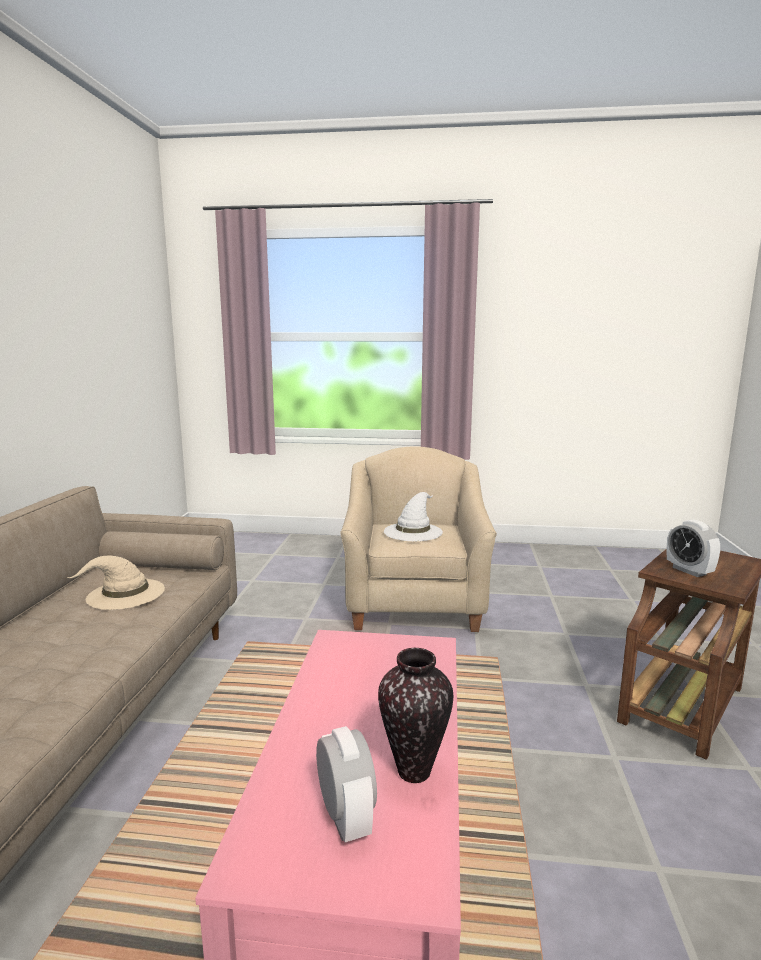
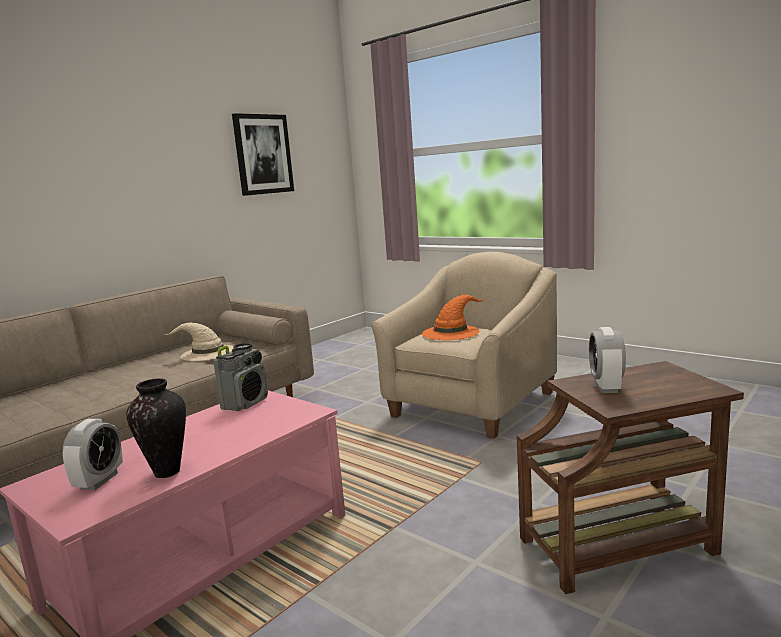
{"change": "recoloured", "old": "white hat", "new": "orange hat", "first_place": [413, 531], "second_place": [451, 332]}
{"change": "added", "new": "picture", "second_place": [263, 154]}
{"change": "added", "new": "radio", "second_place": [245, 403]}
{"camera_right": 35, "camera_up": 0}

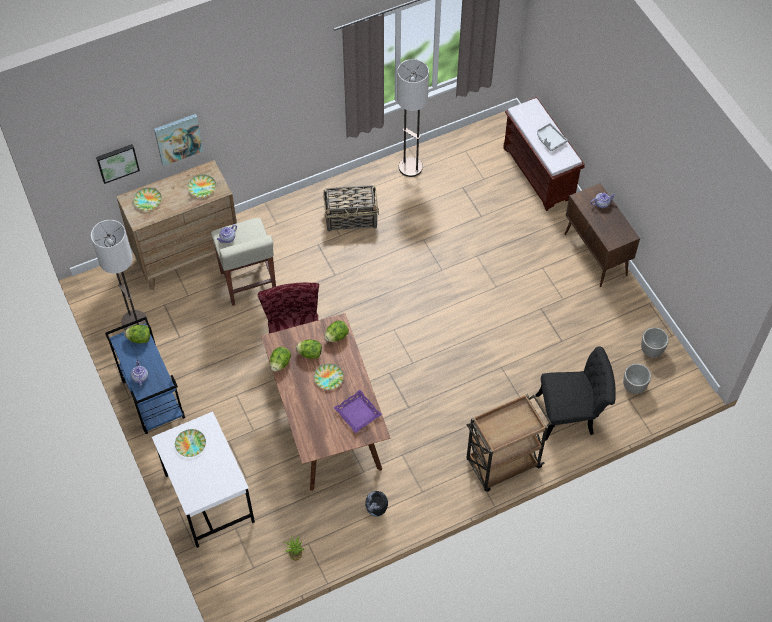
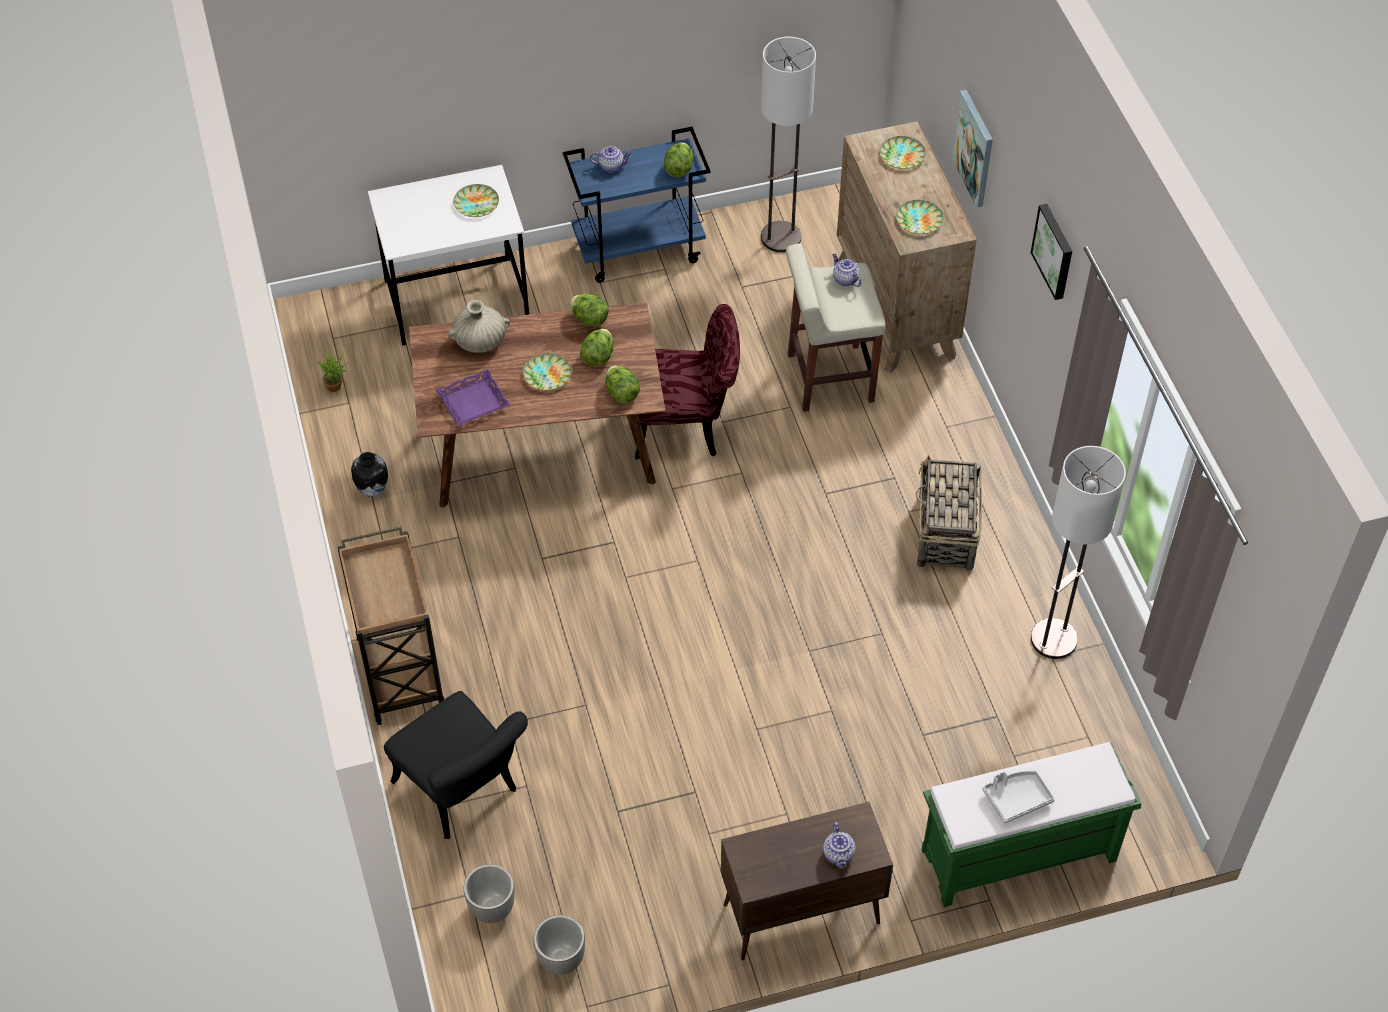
{"change": "recoloured", "old": "brown bench", "new": "green bench", "first_place": [539, 173], "second_place": [1017, 856]}
{"change": "moved", "old": "picture", "first_place": [117, 162], "second_place": [1055, 251]}
{"change": "turned", "old": "black chair", "first_place": [571, 414], "second_place": [463, 793], "degrees": -45}
{"change": "added", "new": "beige vase", "second_place": [480, 341]}
{"camera_right": 100, "camera_up": -5}

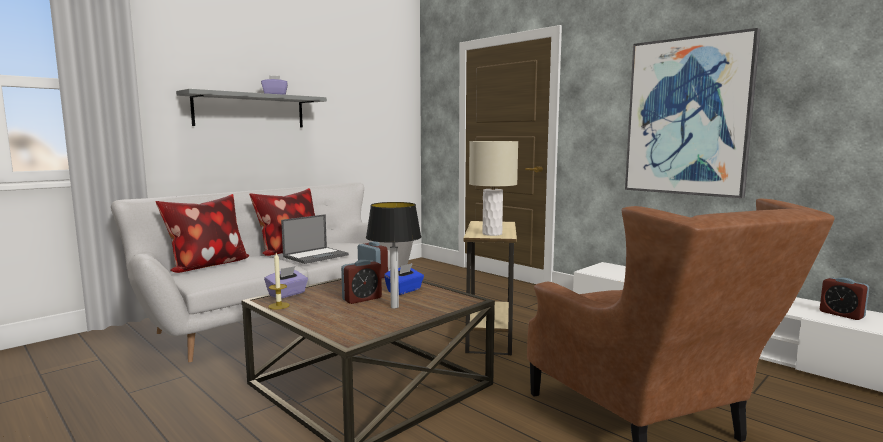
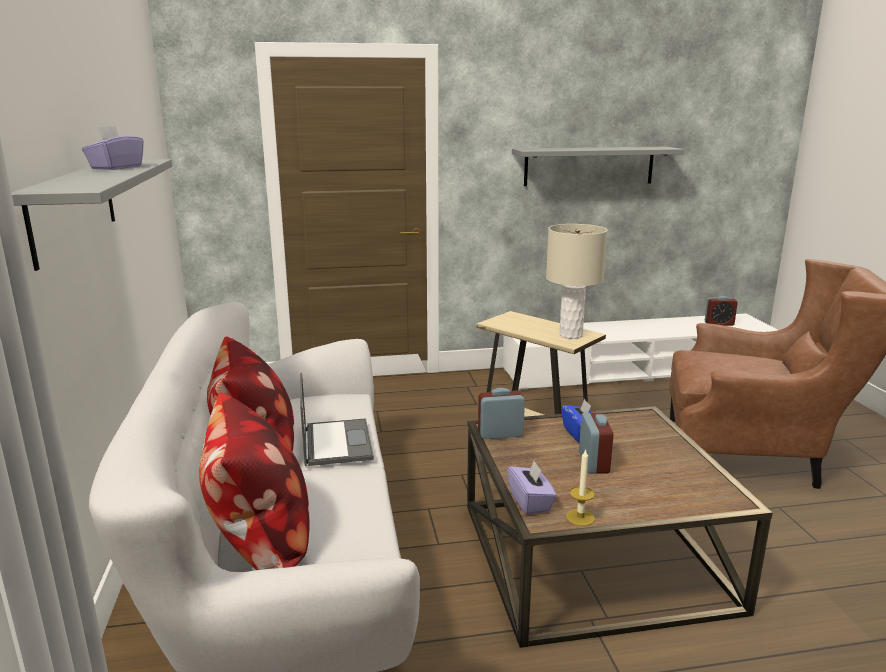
{"change": "replaced", "old": "picture", "new": "grey shelf", "first_place": [688, 117], "second_place": [589, 166]}
{"change": "removed", "old": "table lamp", "first_place": [395, 307]}
{"camera_right": -55, "camera_up": 10}

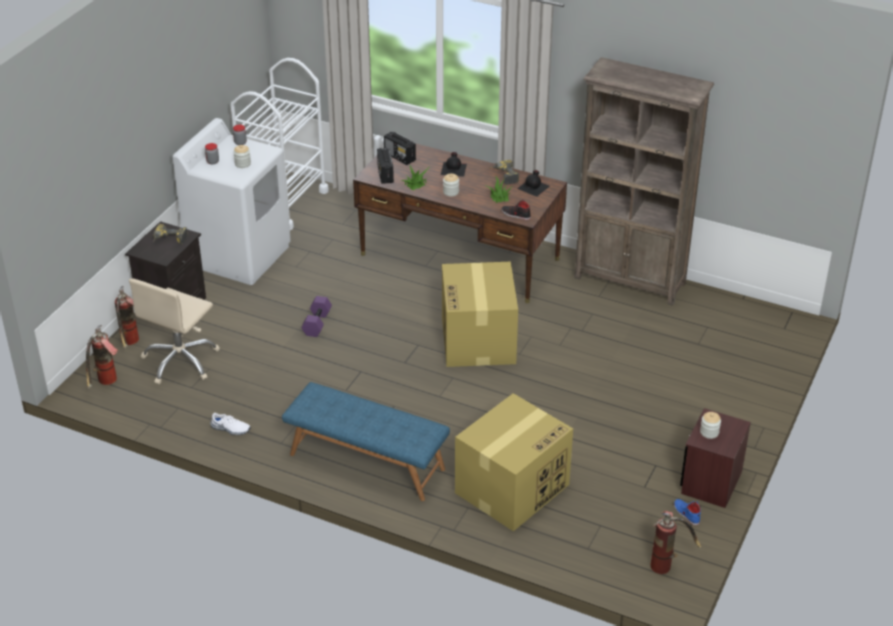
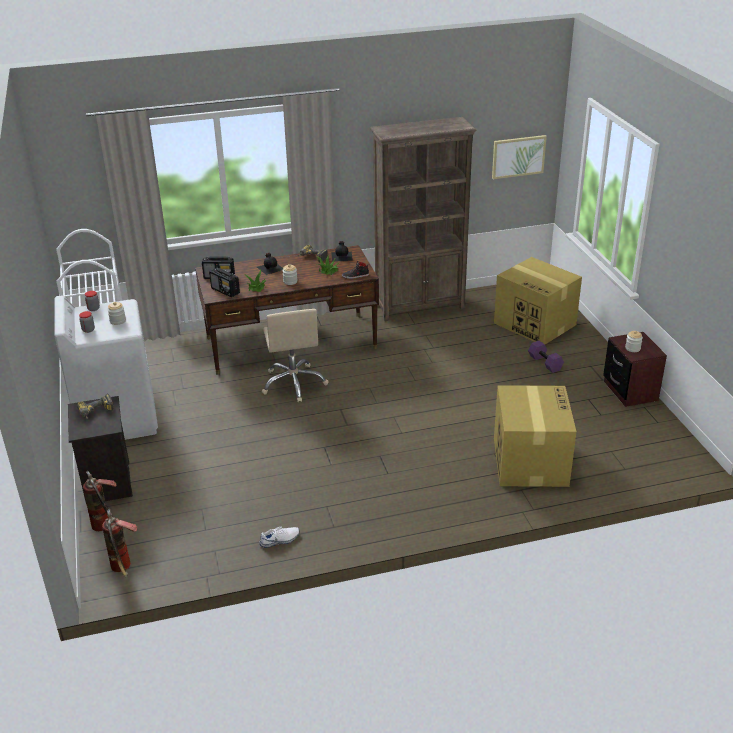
{"change": "moved", "old": "cardboard box", "first_place": [478, 341], "second_place": [535, 324]}
{"change": "moved", "old": "beige office chair", "first_place": [180, 361], "second_place": [294, 383]}
{"change": "moved", "old": "purple dumbbell", "first_place": [316, 323], "second_place": [544, 363]}
{"change": "removed", "old": "blue bench", "first_place": [366, 462]}
{"change": "removed", "old": "blue shoe", "first_place": [686, 514]}
{"change": "removed", "old": "fire extinguisher", "first_place": [667, 563]}
{"change": "added", "new": "picture", "second_place": [518, 156]}
{"camera_right": -40, "camera_up": -5}

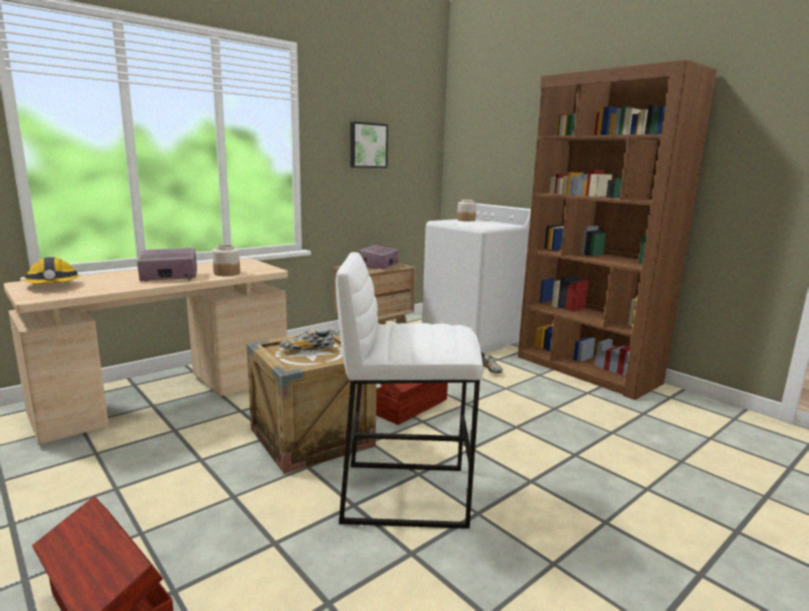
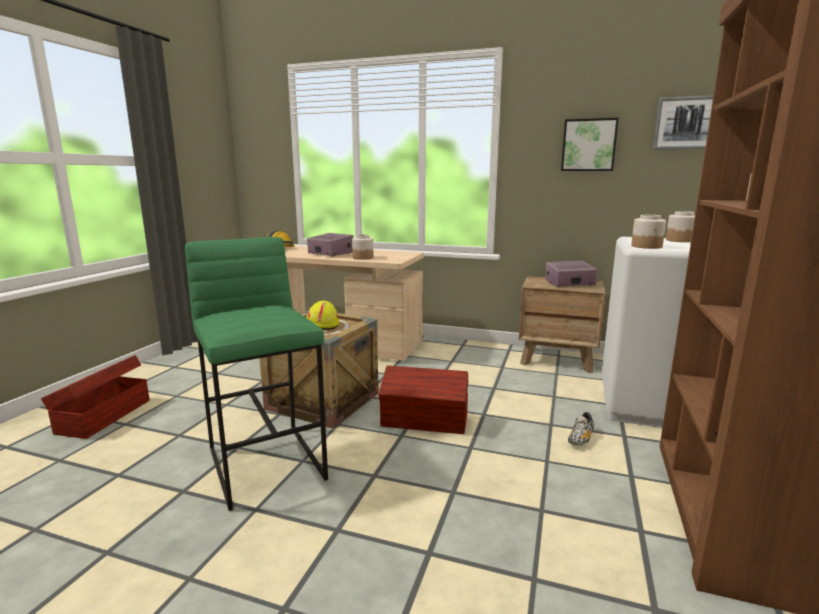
{"change": "recoloured", "old": "white stool", "new": "green stool", "first_place": [405, 493], "second_place": [267, 463]}
{"change": "replaced", "old": "shoe", "new": "yellow hard hat", "first_place": [307, 350], "second_place": [321, 324]}
{"change": "added", "new": "picture", "second_place": [687, 123]}
{"change": "added", "new": "jar", "second_place": [647, 246]}
{"camera_right": 60, "camera_up": 0}

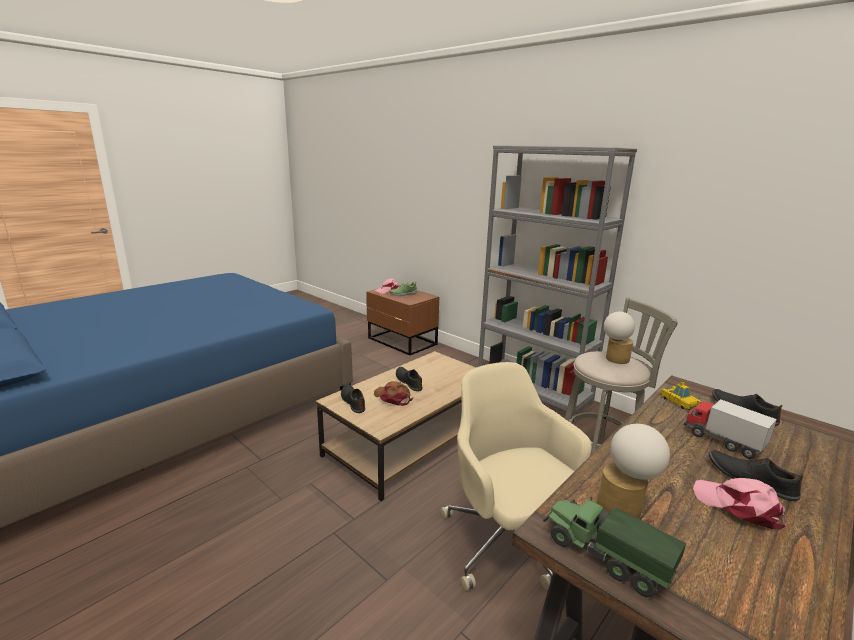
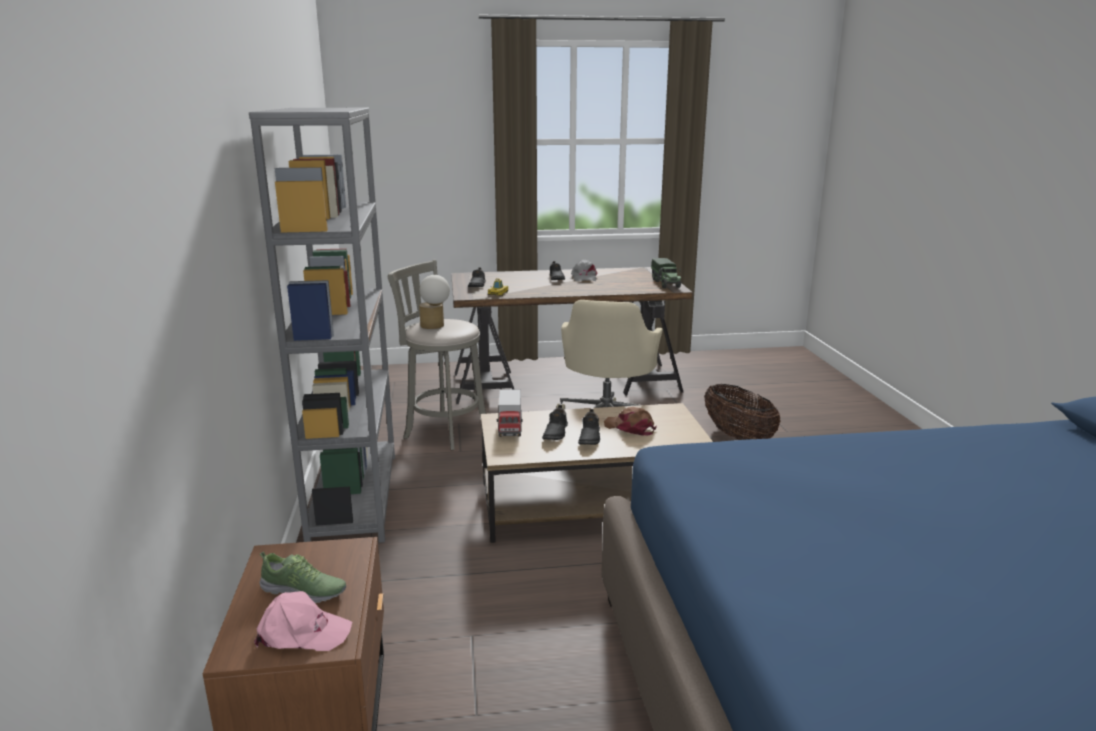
{"change": "turned", "old": "brown cap", "first_place": [392, 397], "second_place": [630, 428], "degrees": 135}
{"change": "moved", "old": "black shoe", "first_place": [353, 401], "second_place": [555, 433]}
{"change": "moved", "old": "toy truck", "first_place": [722, 441], "second_place": [510, 428]}
{"change": "removed", "old": "table lamp", "first_place": [625, 507]}
{"change": "recoloured", "old": "pink cap", "new": "grey cap", "first_place": [738, 506], "second_place": [584, 277]}
{"change": "added", "new": "basket", "second_place": [738, 437]}
{"camera_right": -140, "camera_up": 0}

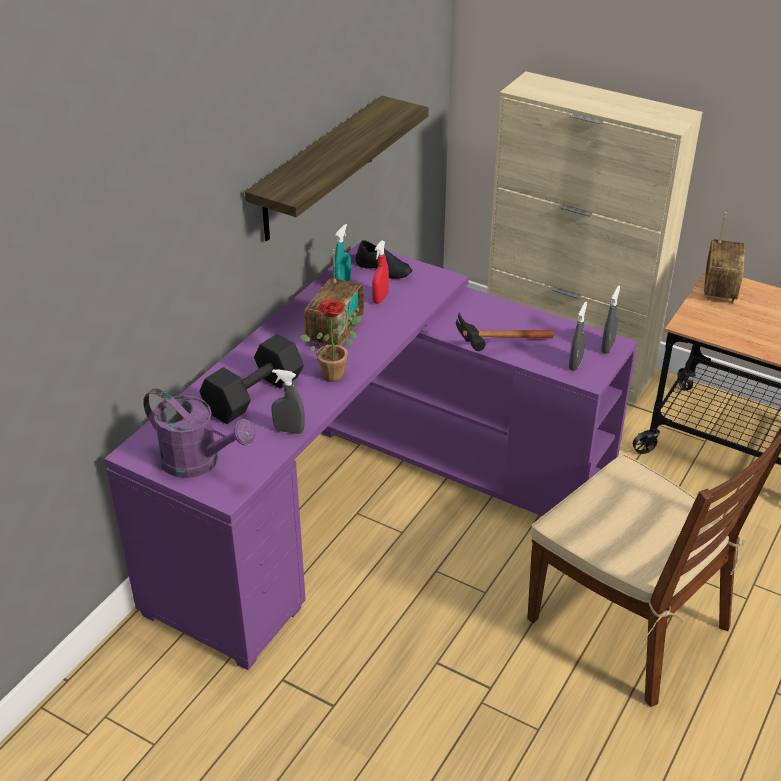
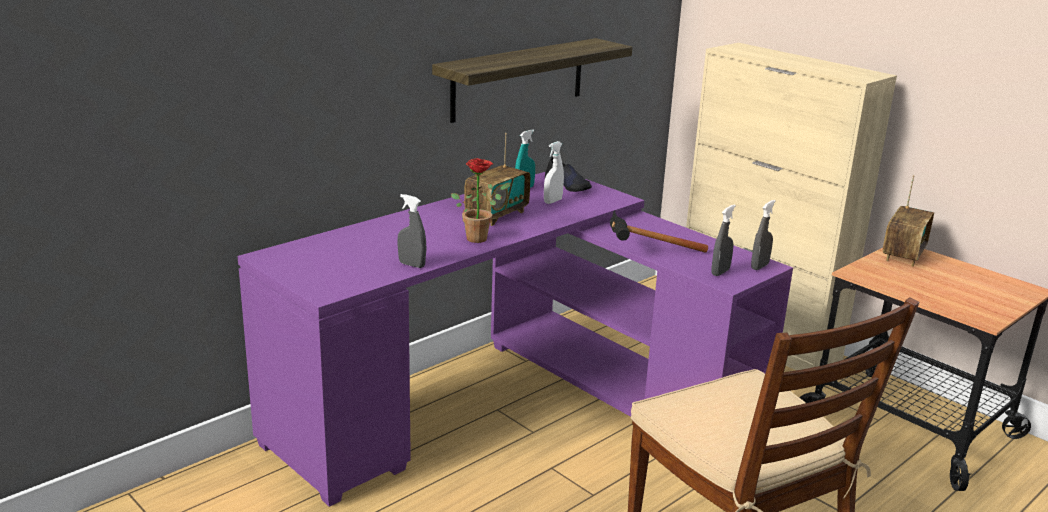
{"change": "recoloured", "old": "red spray bottle", "new": "white spray bottle", "first_place": [380, 298], "second_place": [553, 201]}
{"change": "removed", "old": "black dumbbell", "first_place": [253, 394]}
{"change": "removed", "old": "purple watering can", "first_place": [199, 462]}
{"camera_right": 15, "camera_up": -15}

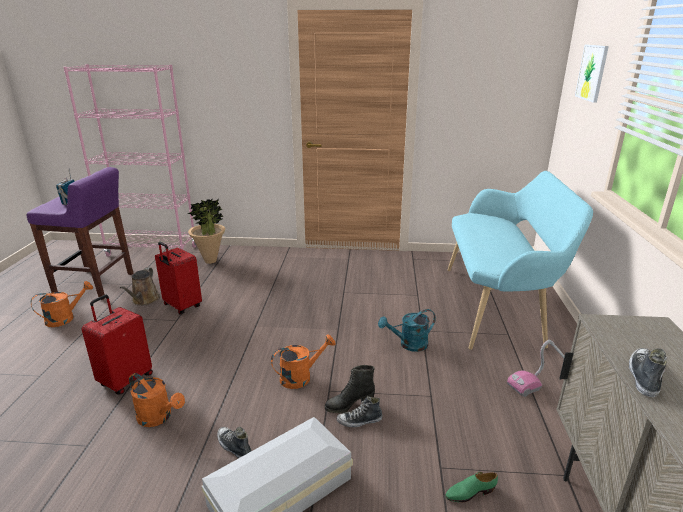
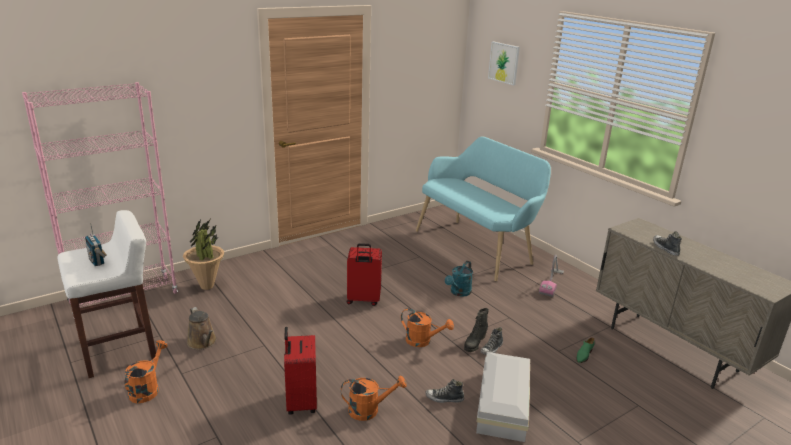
{"change": "recoloured", "old": "purple stool", "new": "white stool", "first_place": [96, 285], "second_place": [119, 350]}
{"change": "moved", "old": "red suitcase", "first_place": [181, 306], "second_place": [363, 300]}
{"change": "turned", "old": "orange watering can", "first_place": [301, 377], "second_place": [423, 341], "degrees": 90}
{"camera_right": -40, "camera_up": 0}

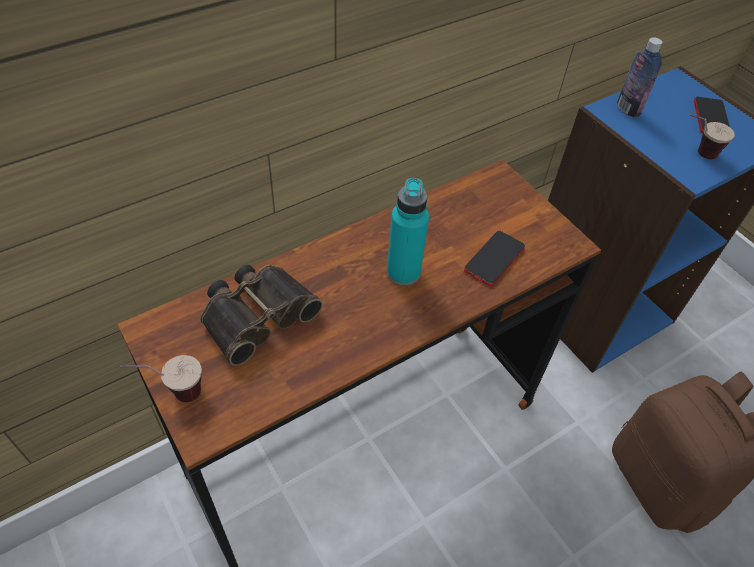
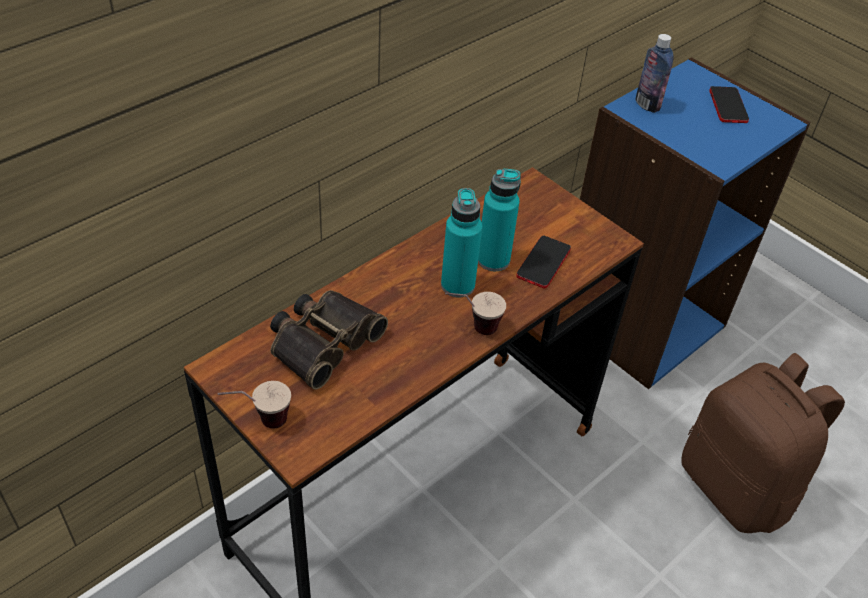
{"change": "moved", "old": "cup", "first_place": [695, 153], "second_place": [472, 329]}
{"change": "added", "new": "turquoise bottle", "second_place": [493, 260]}
{"camera_right": -10, "camera_up": -5}

